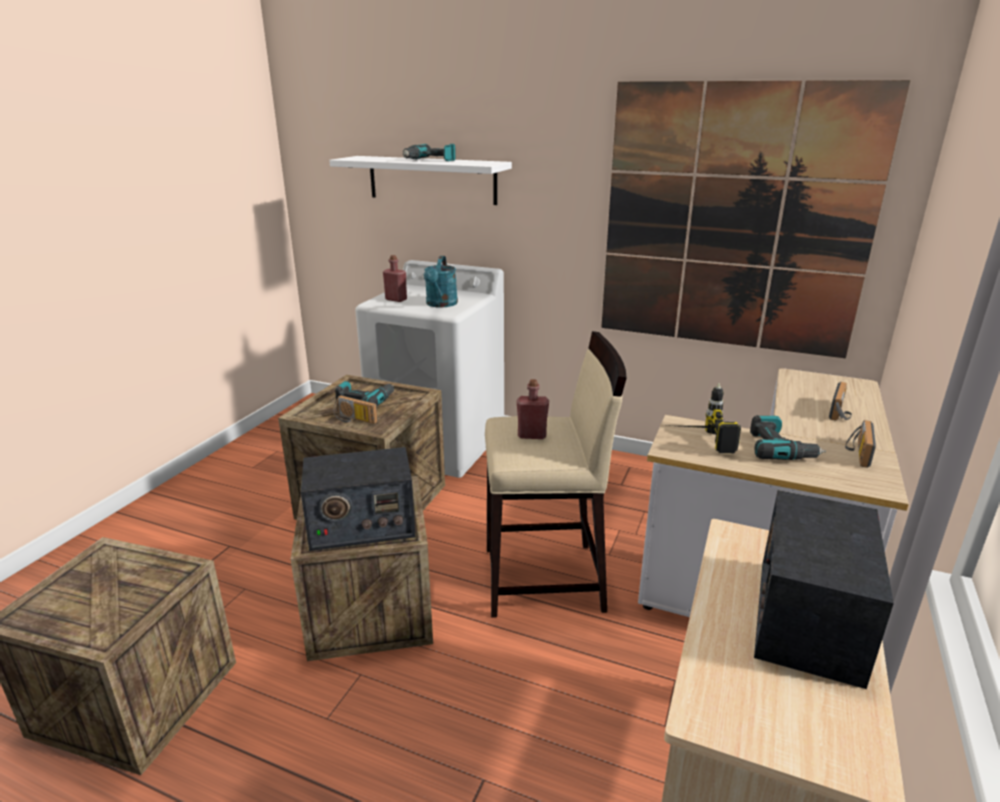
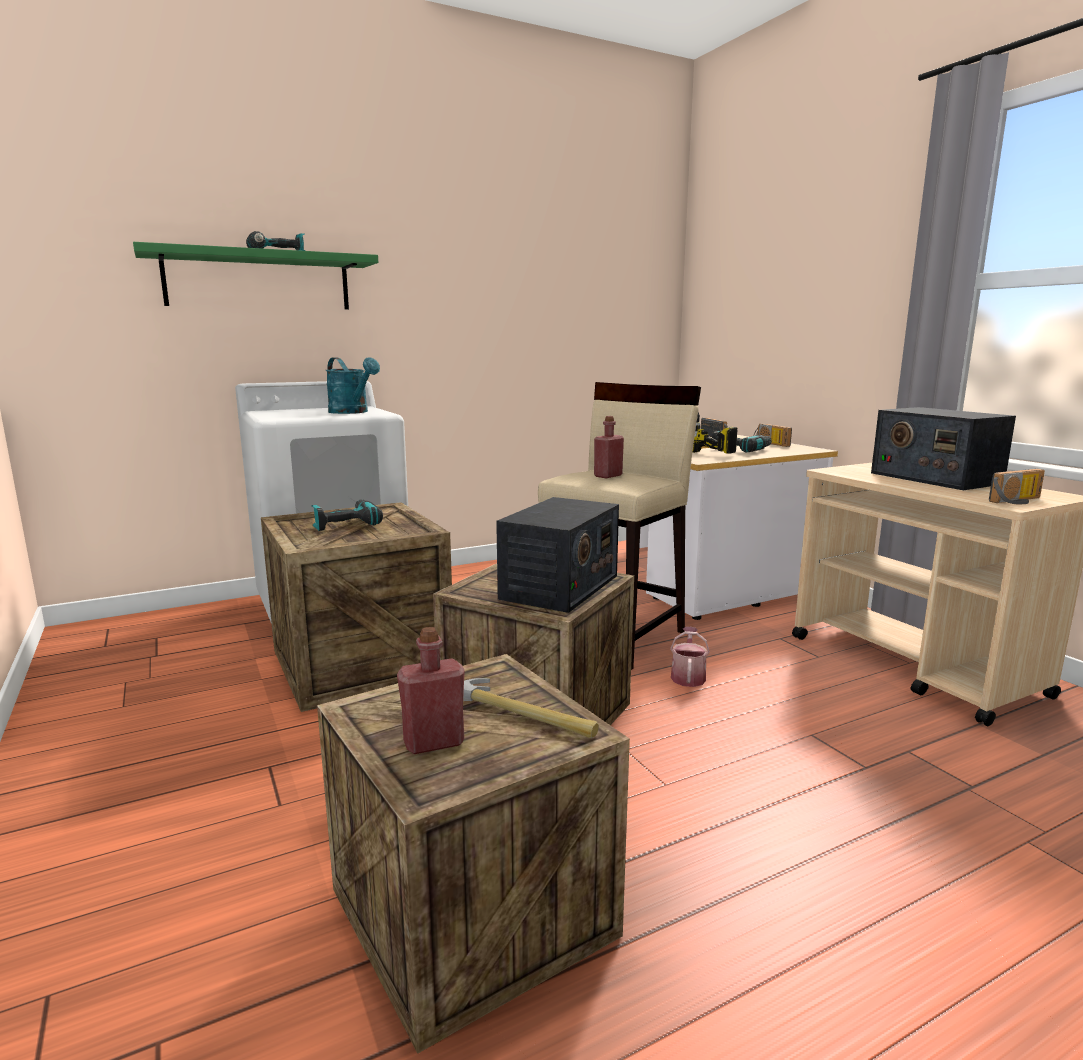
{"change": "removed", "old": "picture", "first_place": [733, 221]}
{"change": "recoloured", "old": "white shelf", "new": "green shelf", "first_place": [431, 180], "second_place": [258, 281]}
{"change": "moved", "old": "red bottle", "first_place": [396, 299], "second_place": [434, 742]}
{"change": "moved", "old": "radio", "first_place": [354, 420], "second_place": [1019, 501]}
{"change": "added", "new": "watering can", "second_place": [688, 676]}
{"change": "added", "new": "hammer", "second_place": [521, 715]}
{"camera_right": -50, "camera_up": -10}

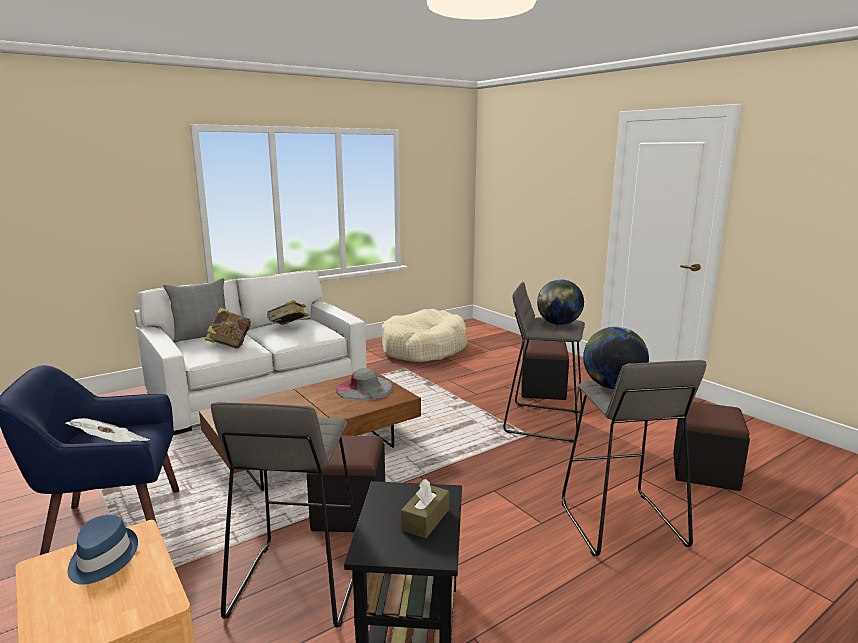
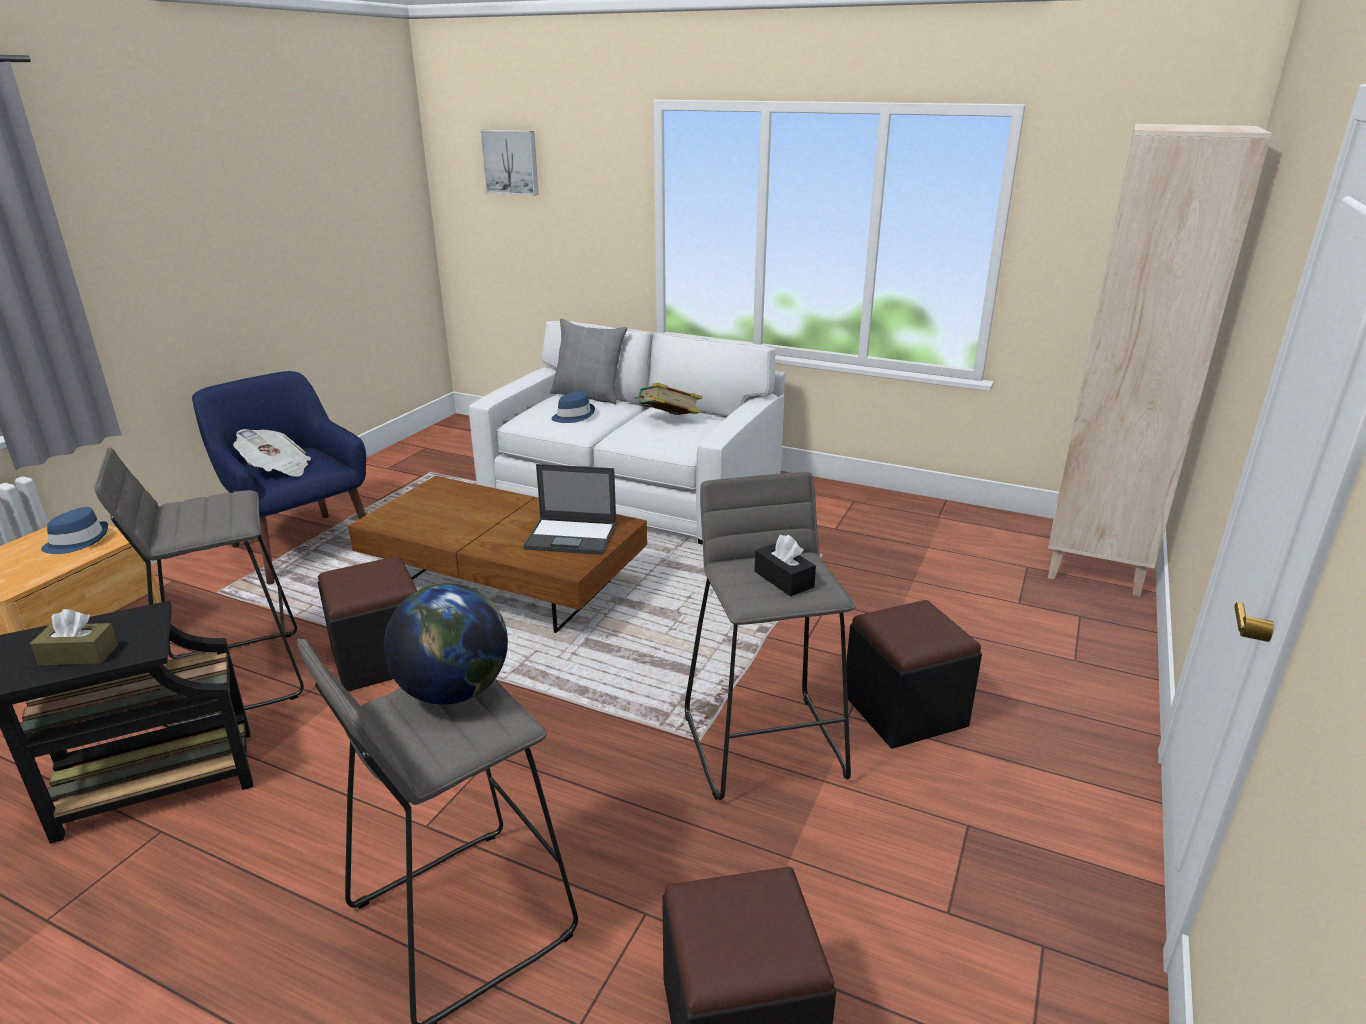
{"change": "replaced", "old": "globe", "new": "black tissue box", "first_place": [558, 324], "second_place": [783, 579]}
{"change": "replaced", "old": "book", "new": "blue hat", "first_place": [230, 344], "second_place": [573, 416]}
{"change": "removed", "old": "beige dog bed", "first_place": [424, 349]}
{"change": "replaced", "old": "grey hat", "new": "laptop", "first_place": [364, 389], "second_place": [572, 537]}
{"change": "added", "new": "beige bookcase", "second_place": [1096, 564]}
{"change": "added", "new": "picture", "second_place": [511, 162]}
{"camera_right": 60, "camera_up": 10}

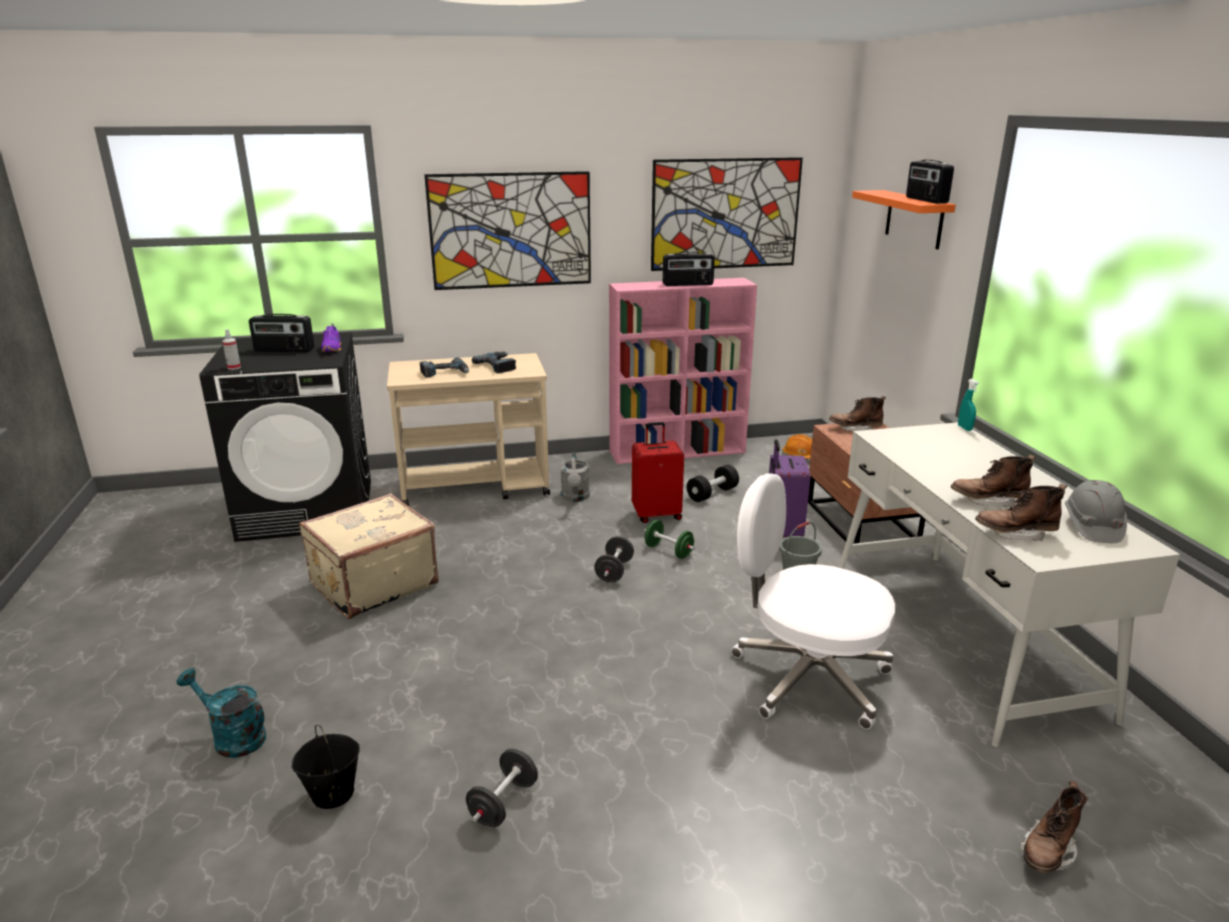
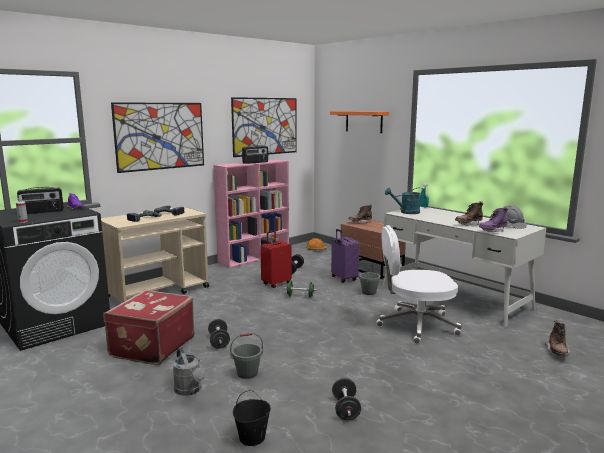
{"change": "removed", "old": "radio", "first_place": [925, 200]}
{"change": "moved", "old": "grey watering can", "first_place": [575, 497], "second_place": [190, 390]}
{"change": "recoloured", "old": "brown boot", "new": "purple boot", "first_place": [1015, 534], "second_place": [492, 231]}
{"change": "recoloured", "old": "beige suitcase", "new": "red suitcase", "first_place": [372, 584], "second_place": [151, 346]}
{"change": "moved", "old": "black dumbbell", "first_place": [614, 571], "second_place": [219, 342]}
{"change": "moved", "old": "turquoise watering can", "first_place": [232, 737], "second_place": [406, 212]}
{"change": "added", "new": "grey bucket", "second_place": [247, 373]}
{"camera_right": -30, "camera_up": -10}

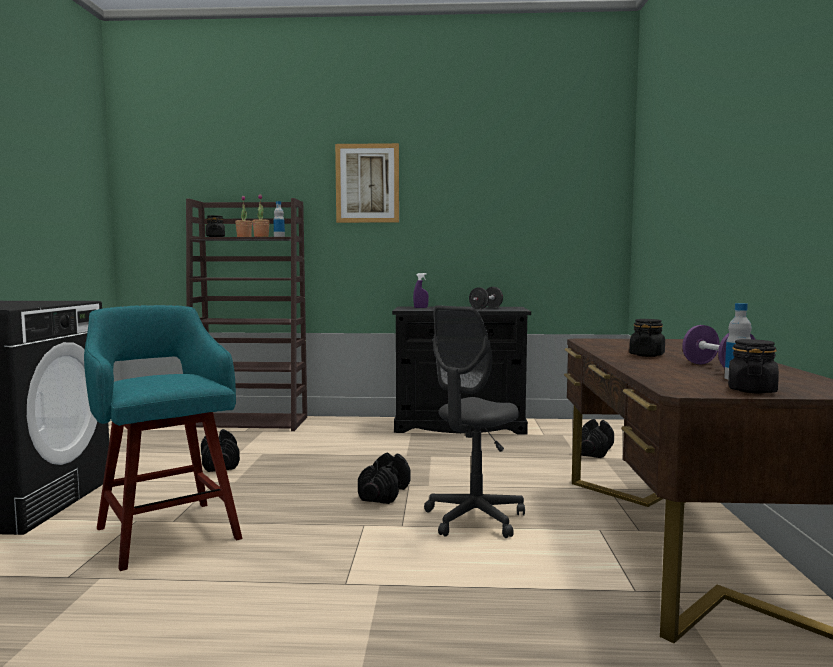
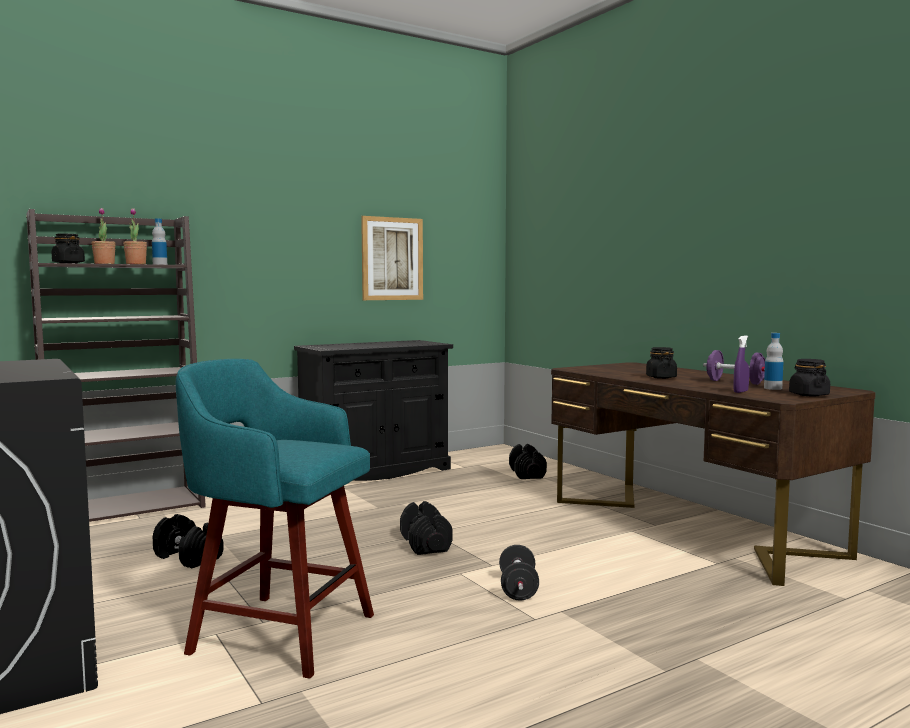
{"change": "moved", "old": "picture", "first_place": [367, 183], "second_place": [392, 259]}
{"change": "moved", "old": "purple spray bottle", "first_place": [420, 308], "second_place": [740, 392]}
{"change": "moved", "old": "black dumbbell", "first_place": [486, 308], "second_place": [518, 589]}
{"change": "removed", "old": "grey office chair", "first_place": [474, 519]}
{"camera_right": -35, "camera_up": 0}

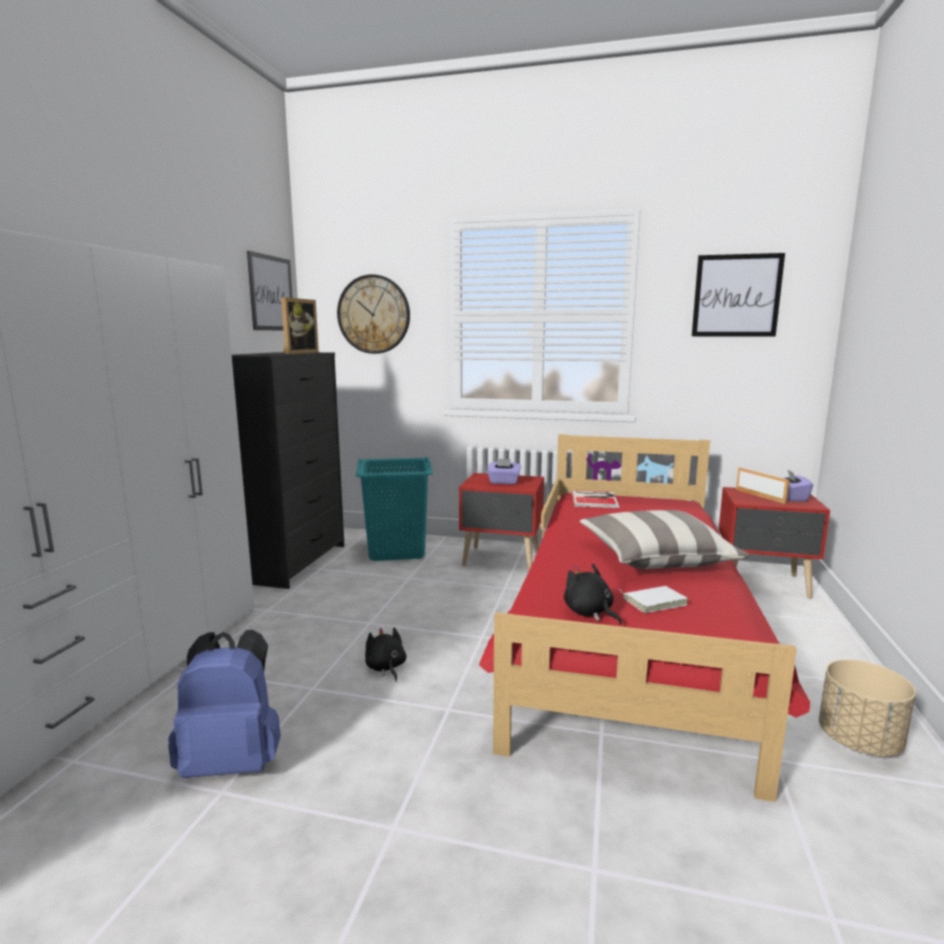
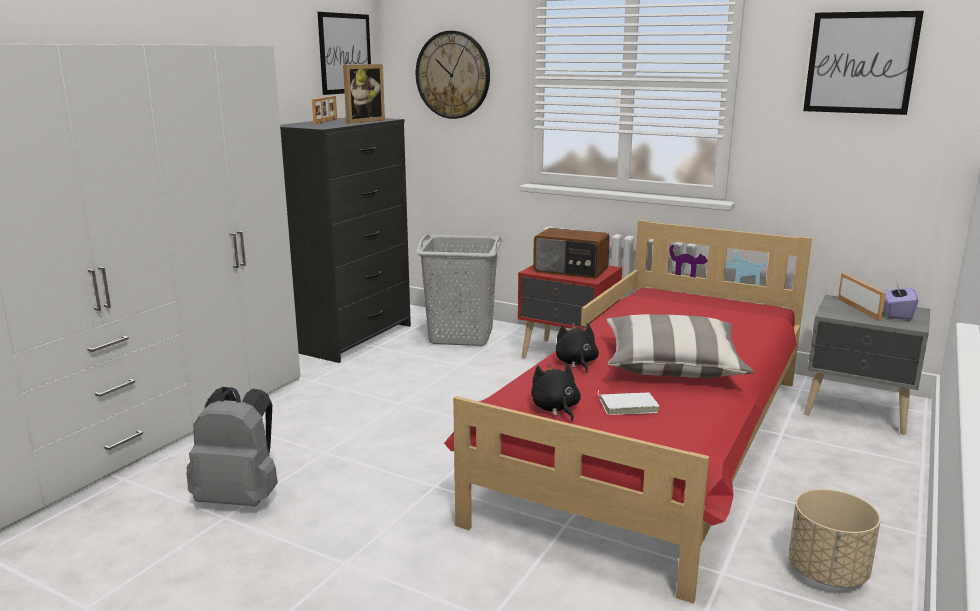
{"change": "recoloured", "old": "turquoise laundry basket", "new": "grey laundry basket", "first_place": [397, 551], "second_place": [461, 336]}
{"change": "replaced", "old": "purple tissue box", "new": "radio", "first_place": [503, 482], "second_place": [570, 270]}
{"change": "recoloured", "old": "red nightstand", "new": "grey nightstand", "first_place": [763, 584], "second_place": [858, 413]}
{"change": "removed", "old": "book", "first_place": [595, 499]}
{"change": "moved", "old": "black plush toy", "first_place": [386, 668], "second_place": [576, 363]}
{"change": "recoloured", "old": "blue backpack", "new": "grey backpack", "first_place": [234, 761], "second_place": [241, 498]}
{"change": "added", "new": "picture frame", "second_place": [326, 121]}
{"camera_right": 15, "camera_up": 5}

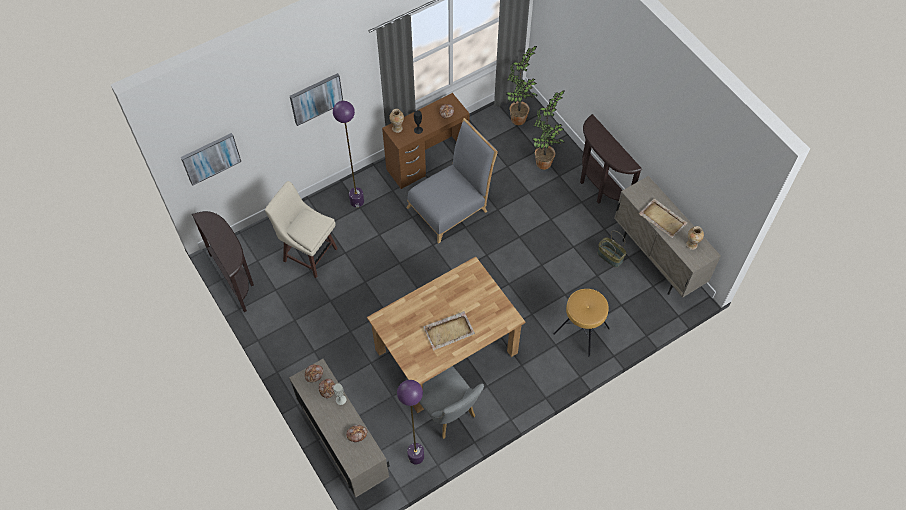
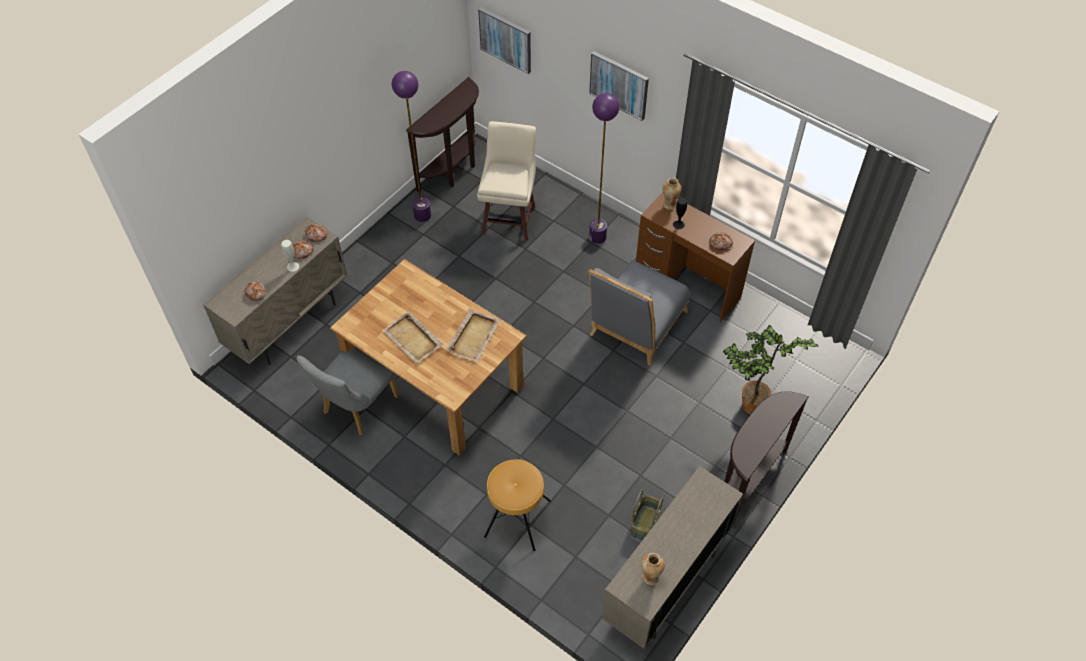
{"change": "removed", "old": "potted plant", "first_place": [518, 121]}
{"change": "turned", "old": "grey chair", "first_place": [451, 206], "second_place": [635, 327], "degrees": 90}
{"change": "moved", "old": "beige tray", "first_place": [662, 219], "second_place": [473, 336]}
{"change": "moved", "old": "purple floor lamp", "first_place": [416, 456], "second_place": [422, 215]}
{"camera_right": 70, "camera_up": -5}

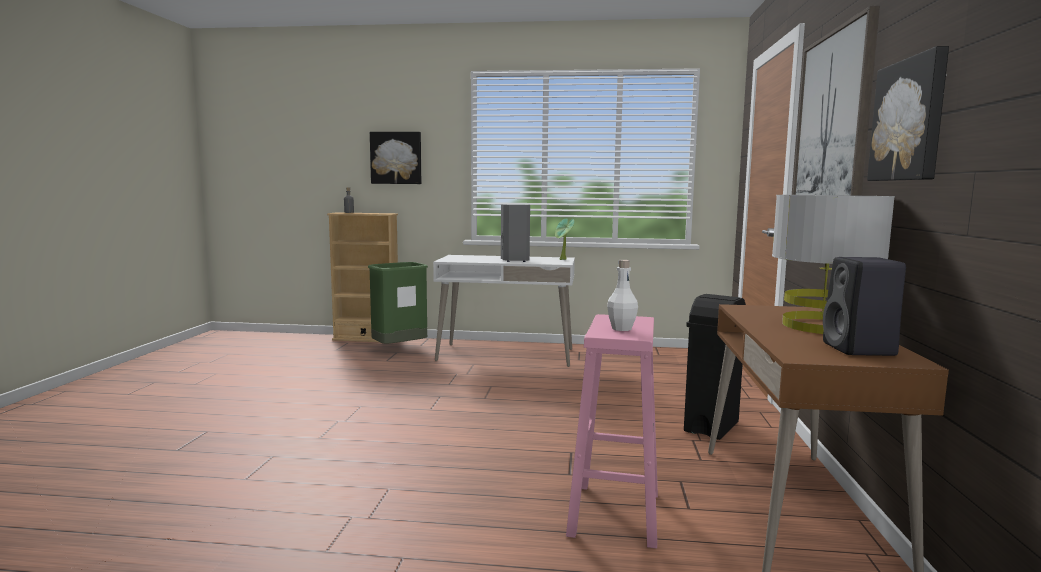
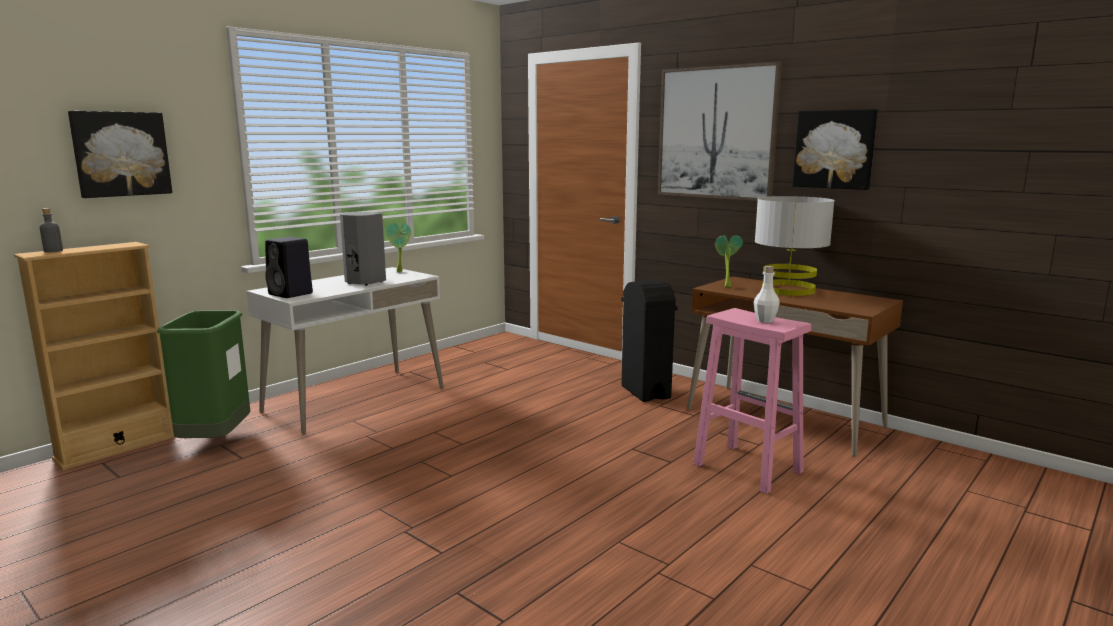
{"change": "moved", "old": "black speaker", "first_place": [860, 350], "second_place": [291, 294]}
{"change": "added", "new": "potted plant", "second_place": [725, 286]}
{"camera_right": -55, "camera_up": 5}

